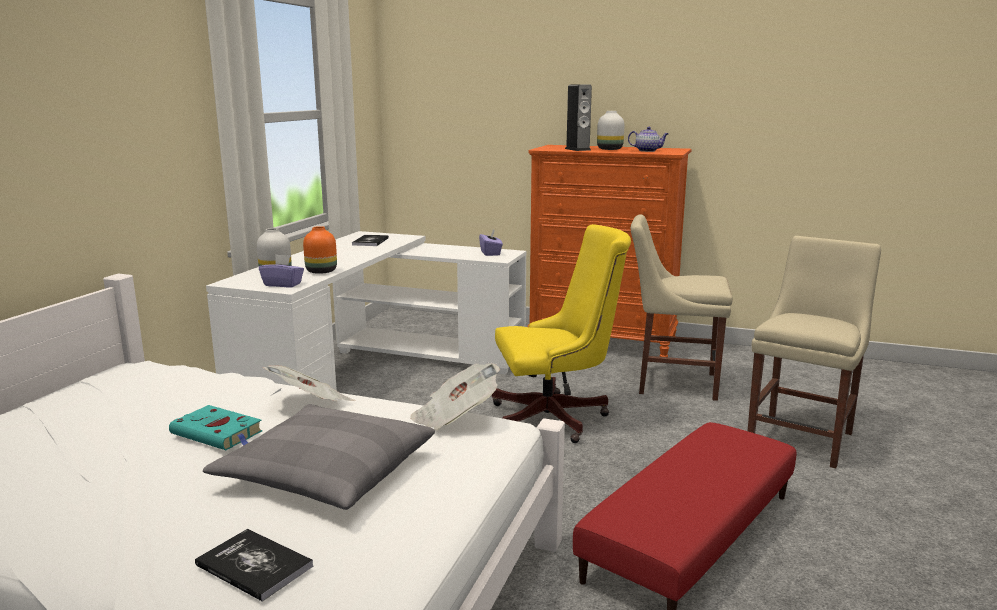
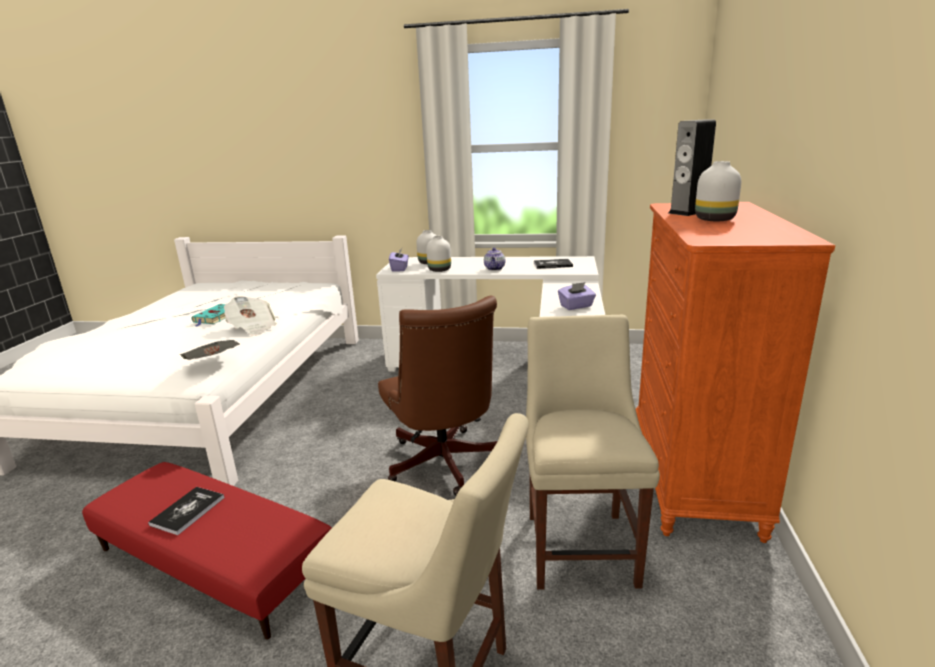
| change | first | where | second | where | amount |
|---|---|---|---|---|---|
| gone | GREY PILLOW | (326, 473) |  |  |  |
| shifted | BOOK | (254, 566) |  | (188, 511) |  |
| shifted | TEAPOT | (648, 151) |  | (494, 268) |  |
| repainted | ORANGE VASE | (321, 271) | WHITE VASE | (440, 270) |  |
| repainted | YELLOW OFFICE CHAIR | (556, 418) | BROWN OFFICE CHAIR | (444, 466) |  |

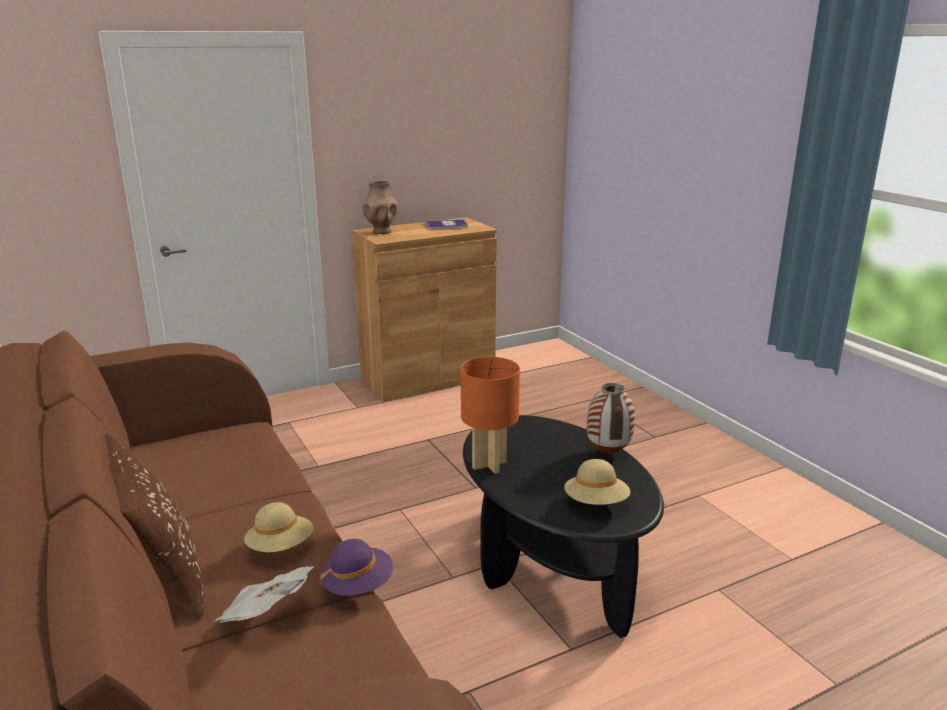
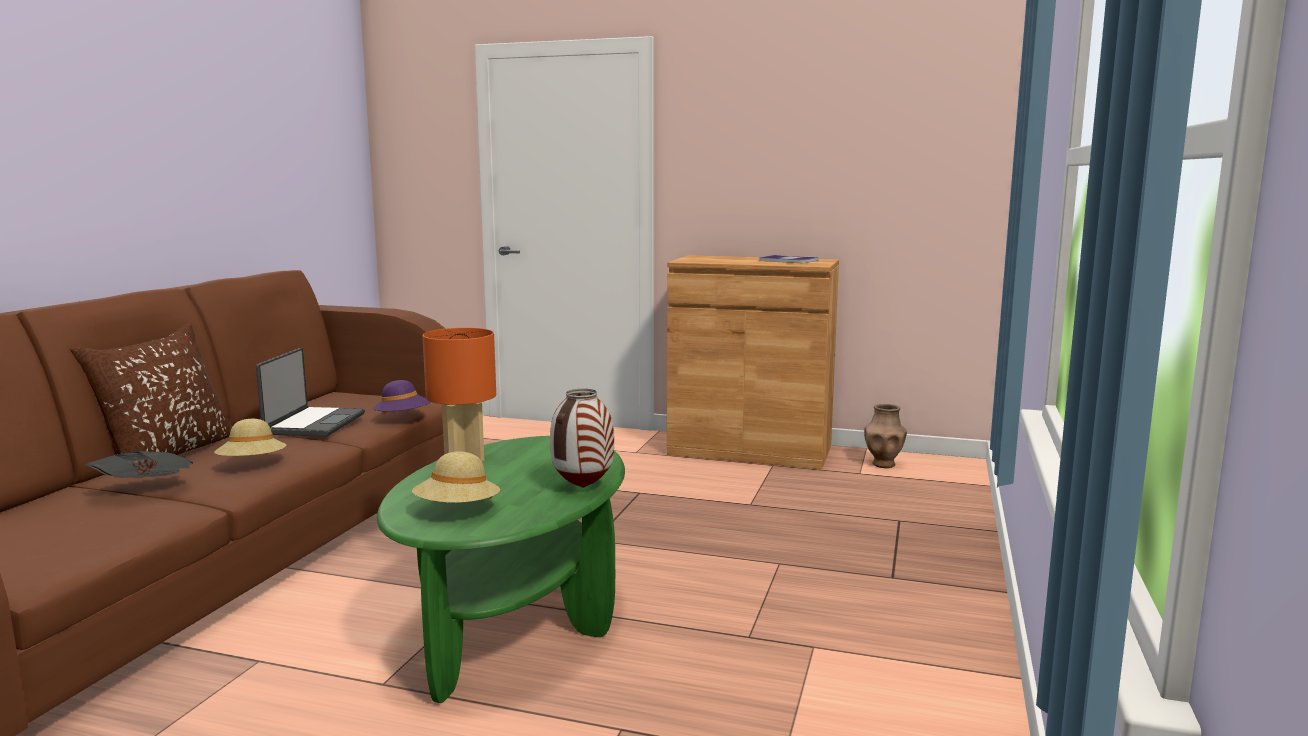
| change | first | where | second | where | amount |
|---|---|---|---|---|---|
| new |  |  | LAPTOP | (314, 423) |  |
| shifted | PURPLE HAT | (358, 585) |  | (403, 418) |  |
| shifted | BROWN VASE | (381, 232) |  | (883, 464) |  |
| repainted | BLACK COFFEE TABLE | (552, 566) | GREEN COFFEE TABLE | (515, 622) |  |

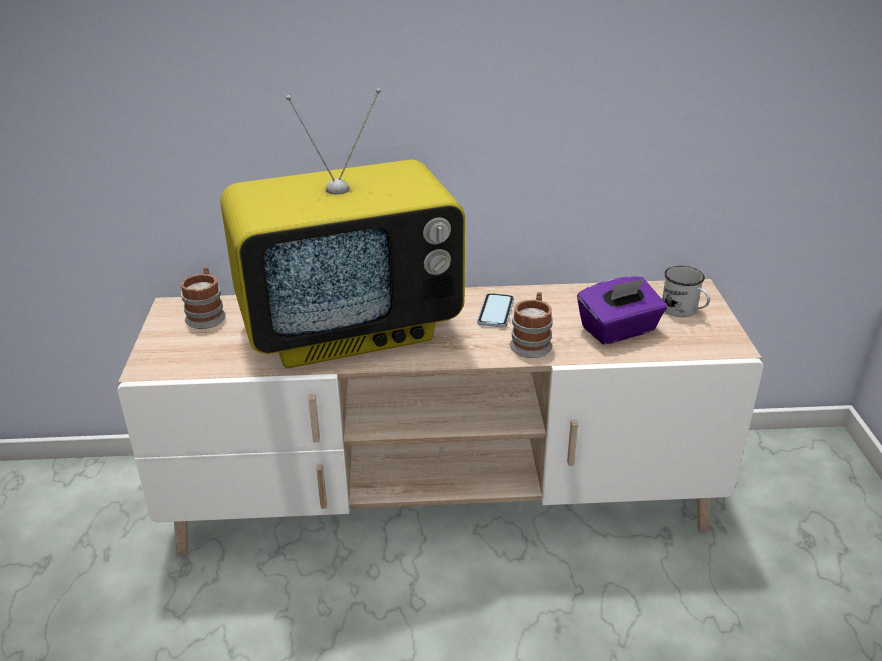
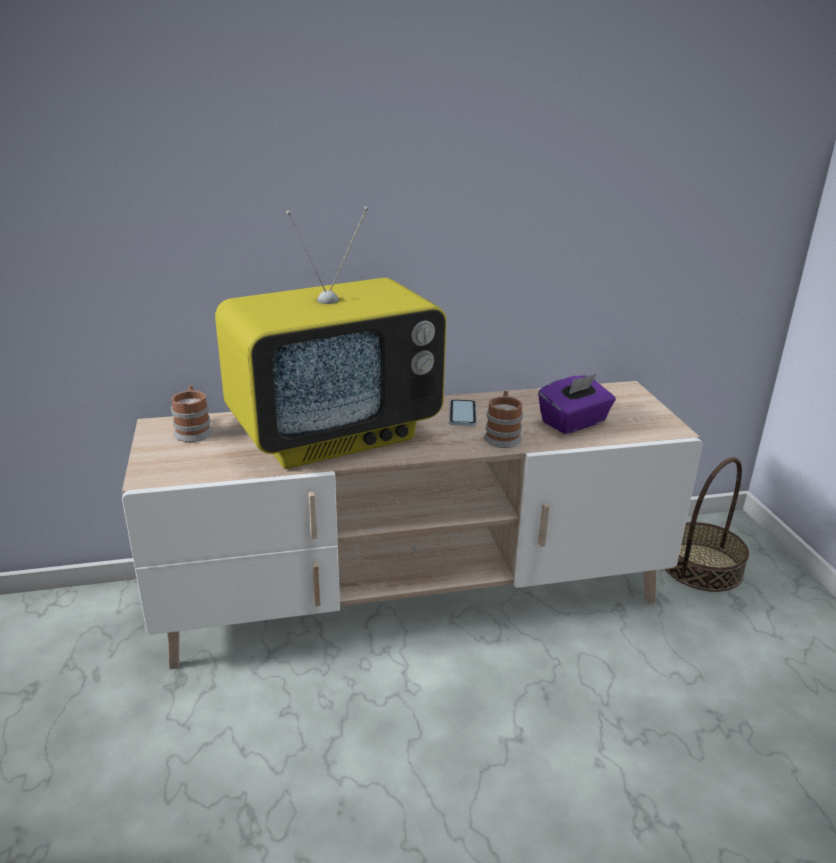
| change | first | where | second | where | amount |
|---|---|---|---|---|---|
| gone | WHITE MUG | (684, 311) |  |  |  |
| new |  |  | BASKET | (702, 567) |  |

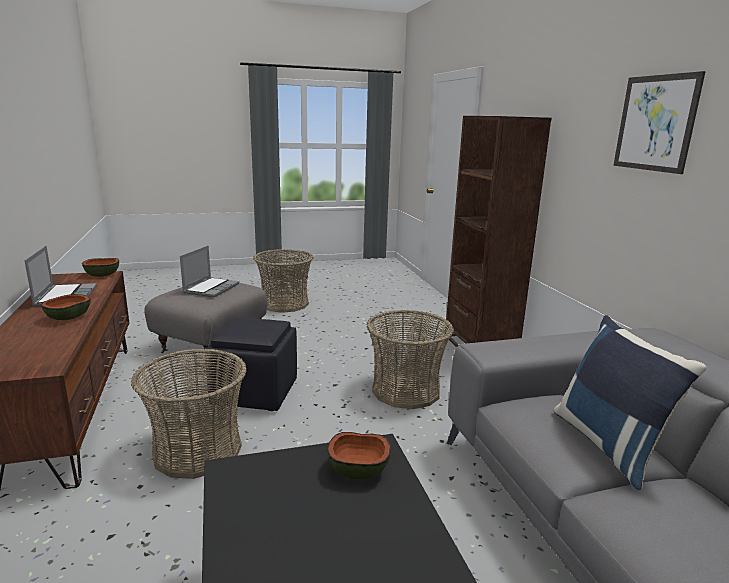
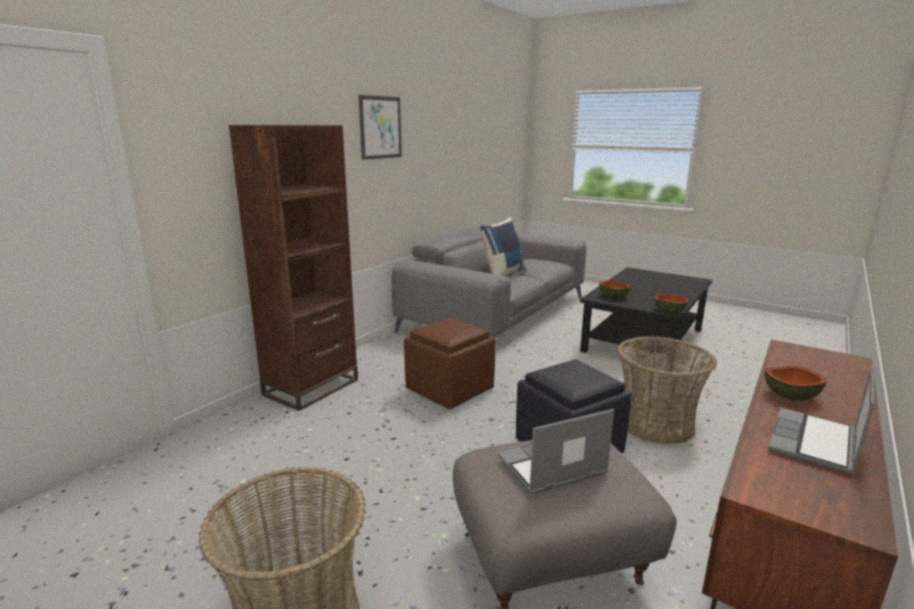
| change | first | where | second | where | amount |
|---|---|---|---|---|---|
| shifted | BOWL | (103, 275) |  | (669, 311) |  |
| swapped | BASKET | (406, 390) | BROWN OTTOMAN | (449, 389) |  |

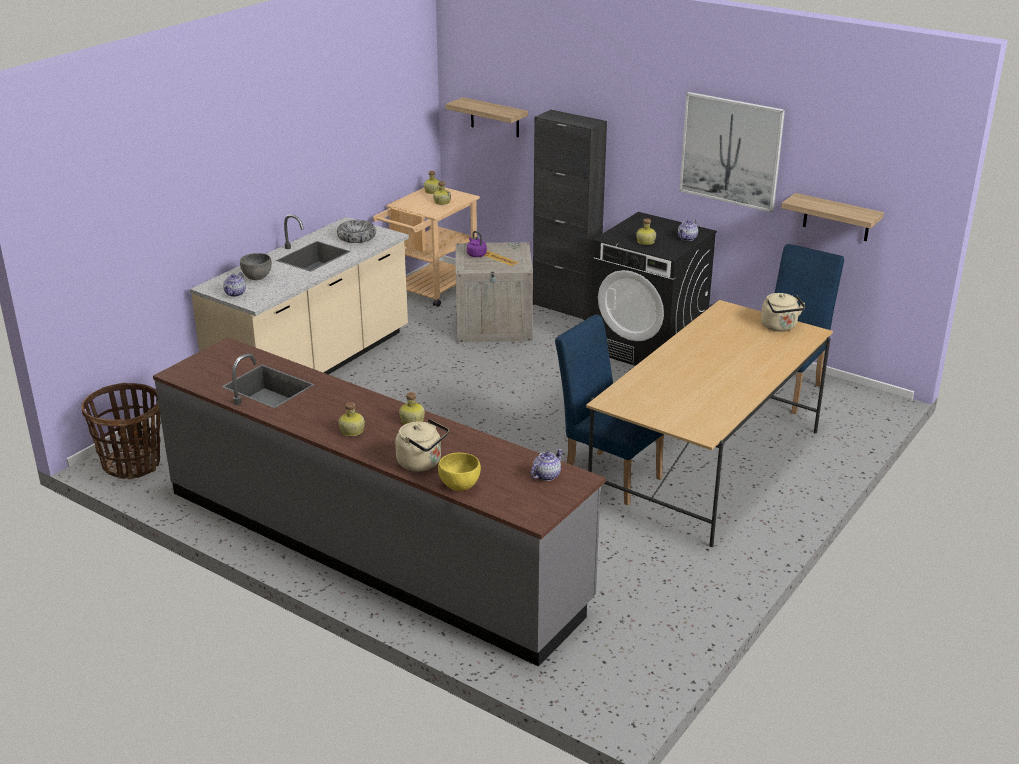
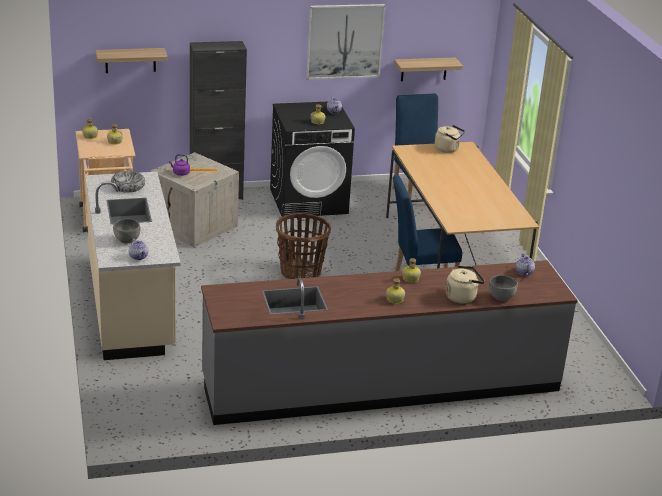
| change | first | where | second | where | amount |
|---|---|---|---|---|---|
| shifted | BASKET | (132, 464) |  | (300, 272) |  |
| repainted | YELLOW BOWL | (460, 486) | GREY BOWL | (501, 298) |  |

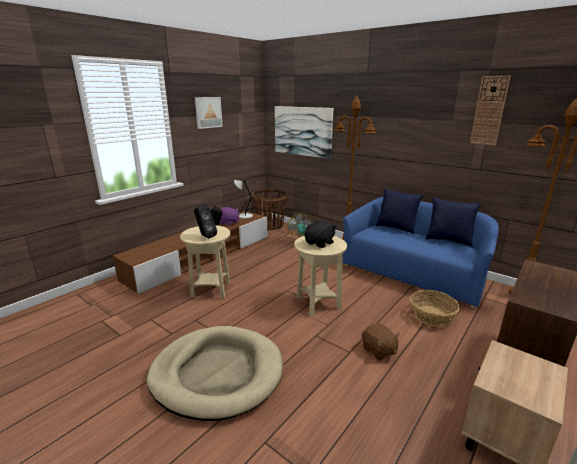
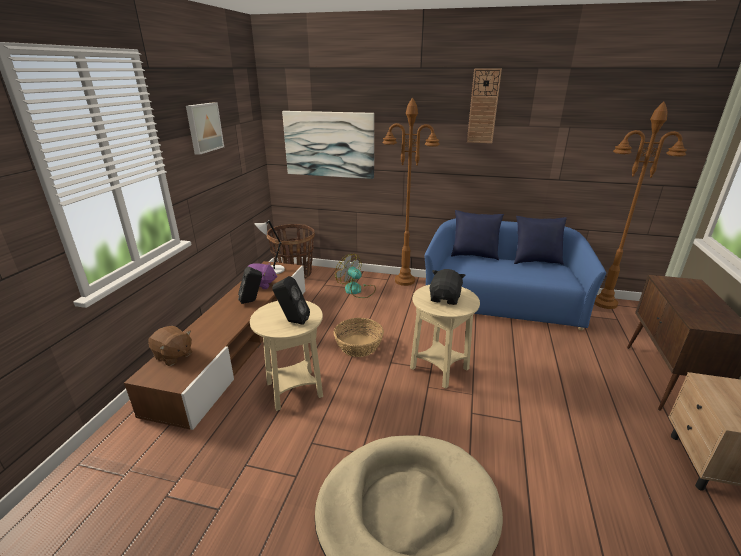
| change | first | where | second | where | amount |
|---|---|---|---|---|---|
| shifted | BROWN PLUSH TOY | (378, 350) |  | (173, 356) |  |
| shifted | BASKET | (432, 315) |  | (359, 345) |  |
| shifted | WALL CLOCK | (489, 111) |  | (483, 106) |  |

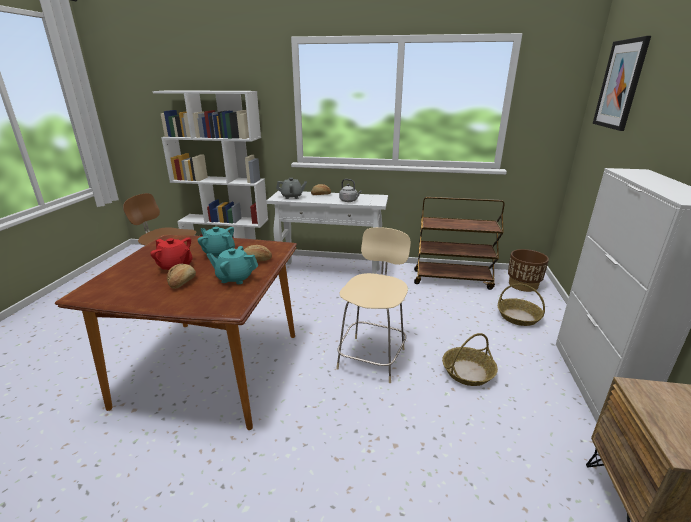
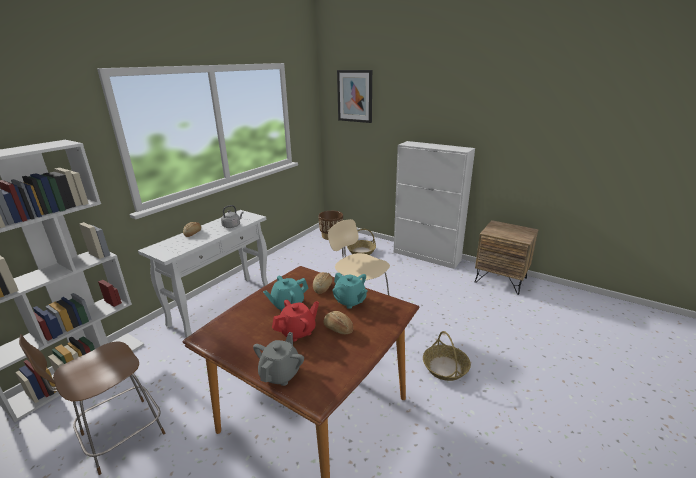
| change | first | where | second | where | amount |
|---|---|---|---|---|---|
| gone | BROWN CART | (452, 279) |  |  |  |
| shifted | GREY TEAPOT | (292, 197) |  | (280, 373) |  |
| shifted | BASKET | (467, 372) |  | (445, 368) |  |
| rotated | TURQUOISE TEAPOT | (235, 278) |  | (350, 301) | 75 degrees counterclockwise |

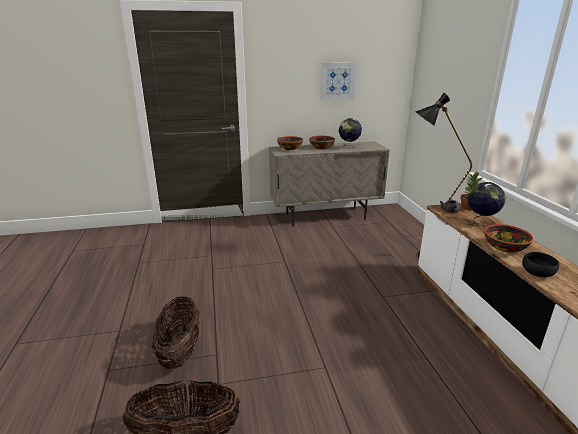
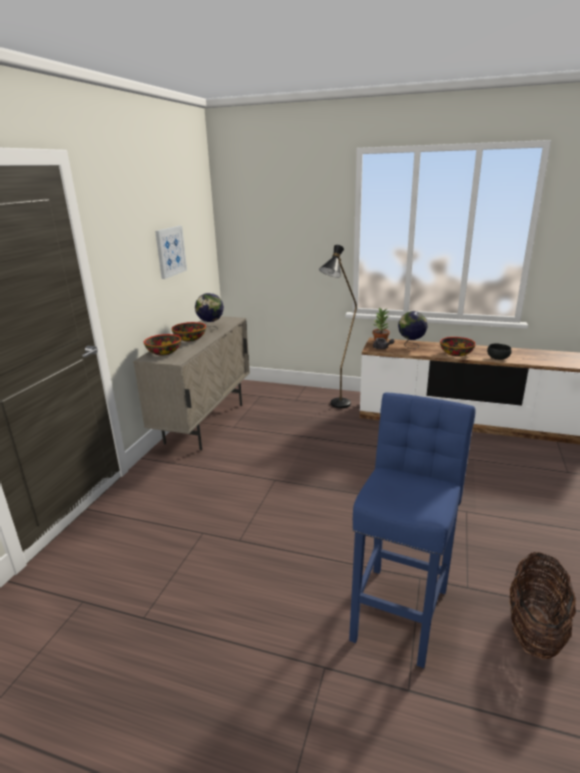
| change | first | where | second | where | amount |
|---|---|---|---|---|---|
| swapped | BASKET | (180, 351) | BLUE STOOL | (400, 608) |  |

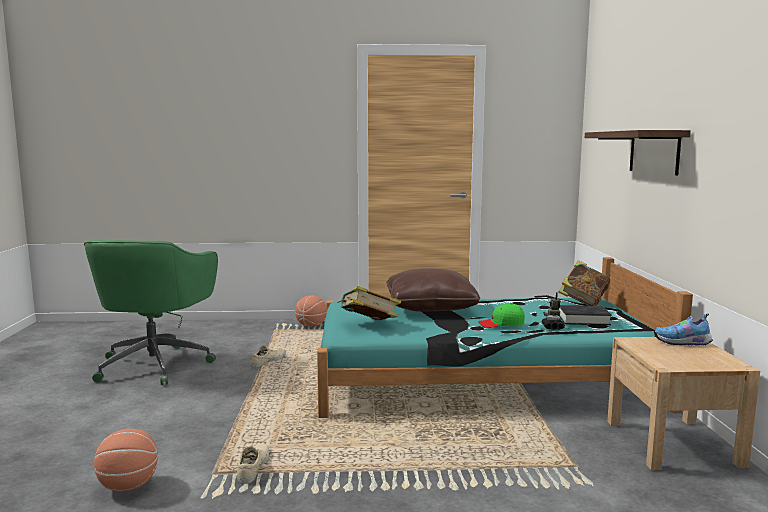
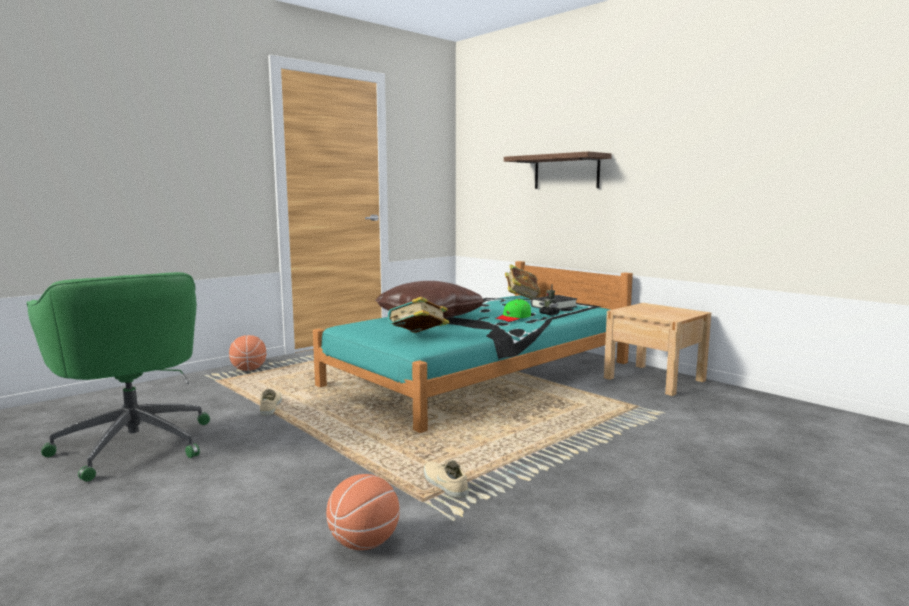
| change | first | where | second | where | amount |
|---|---|---|---|---|---|
| gone | SHOE | (683, 343) |  |  |  |

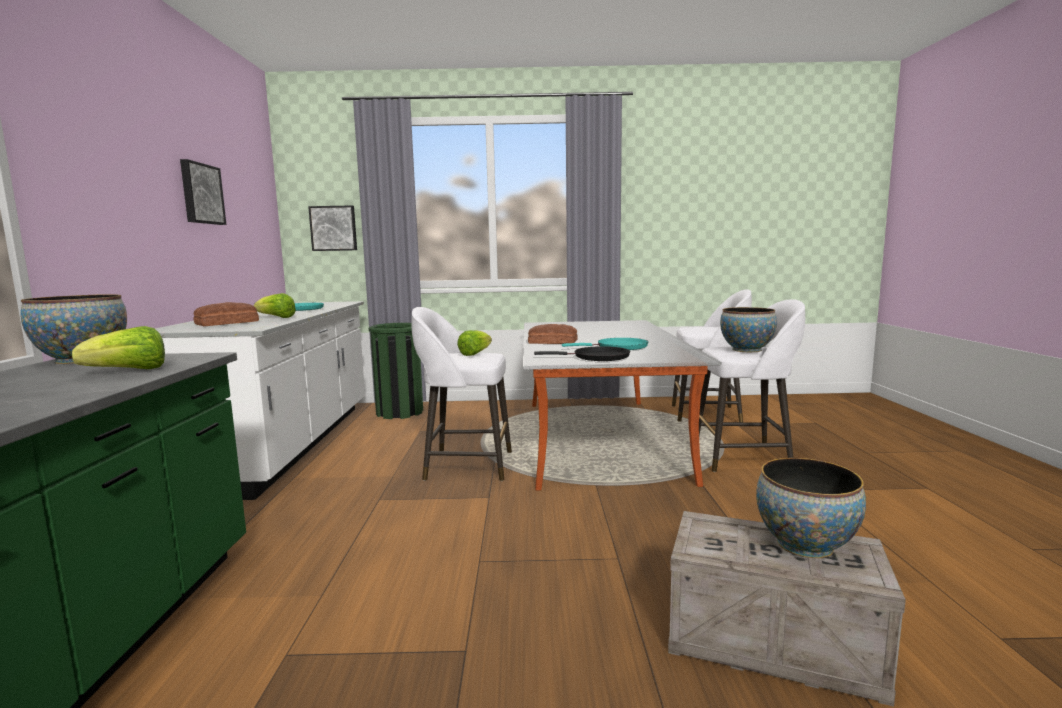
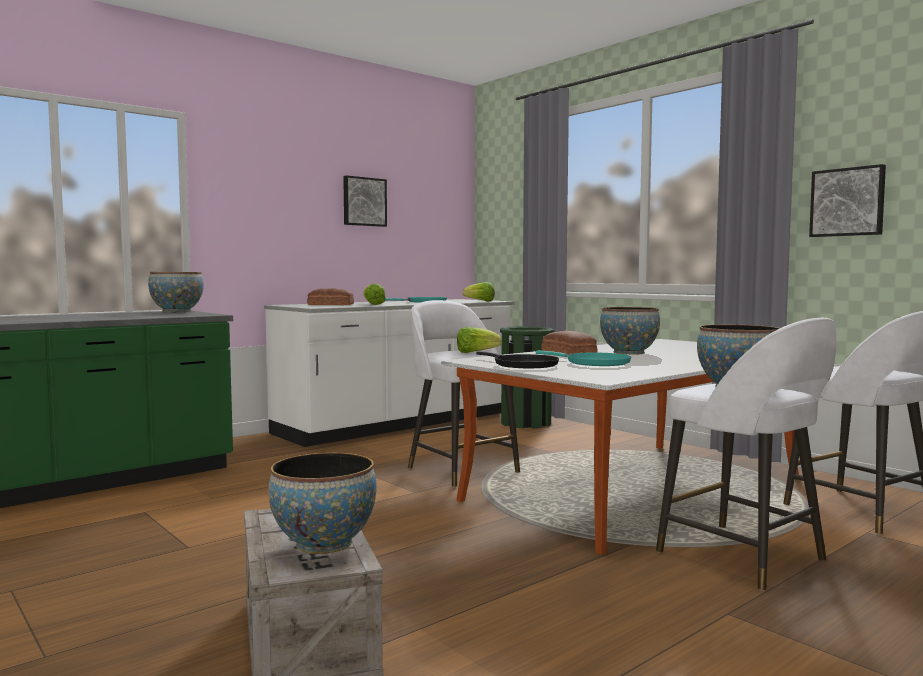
| change | first | where | second | where | amount |
|---|---|---|---|---|---|
| new |  |  | BOWL | (629, 353) |  |
| shifted | LETTUCE | (129, 371) |  | (480, 301) |  |
| shifted | PICTURE | (333, 228) |  | (847, 202) |  |

